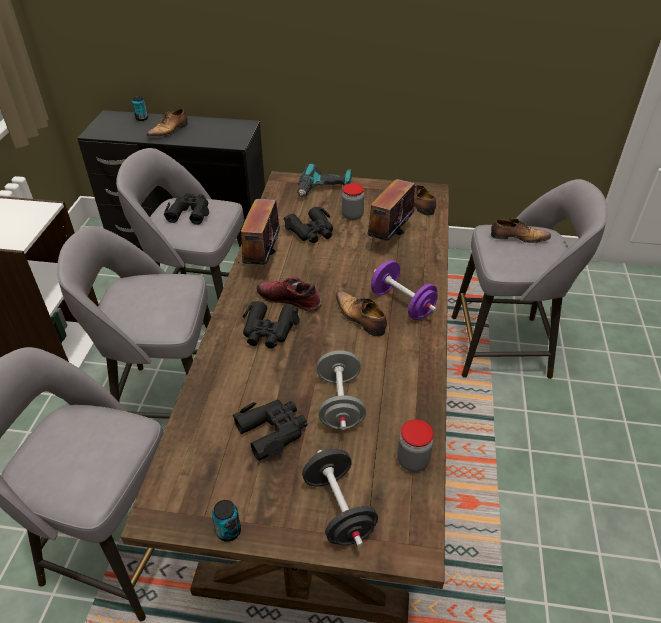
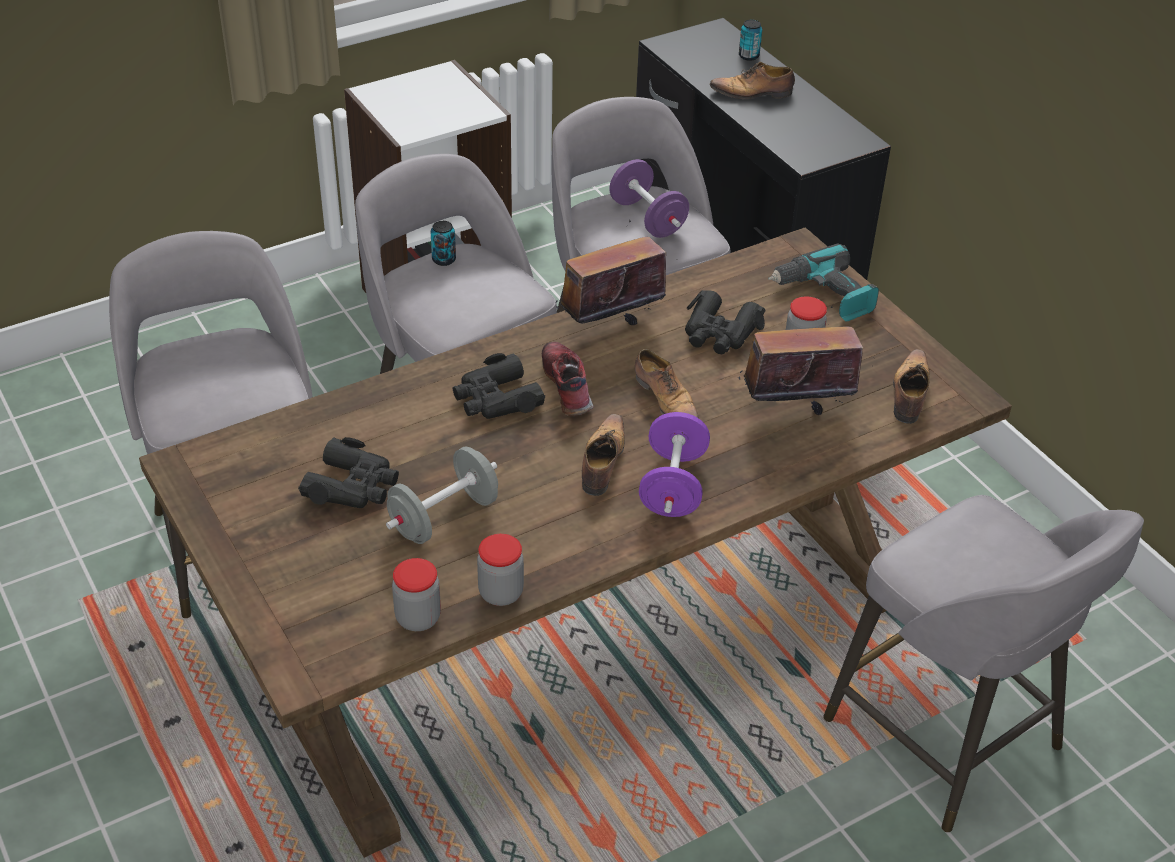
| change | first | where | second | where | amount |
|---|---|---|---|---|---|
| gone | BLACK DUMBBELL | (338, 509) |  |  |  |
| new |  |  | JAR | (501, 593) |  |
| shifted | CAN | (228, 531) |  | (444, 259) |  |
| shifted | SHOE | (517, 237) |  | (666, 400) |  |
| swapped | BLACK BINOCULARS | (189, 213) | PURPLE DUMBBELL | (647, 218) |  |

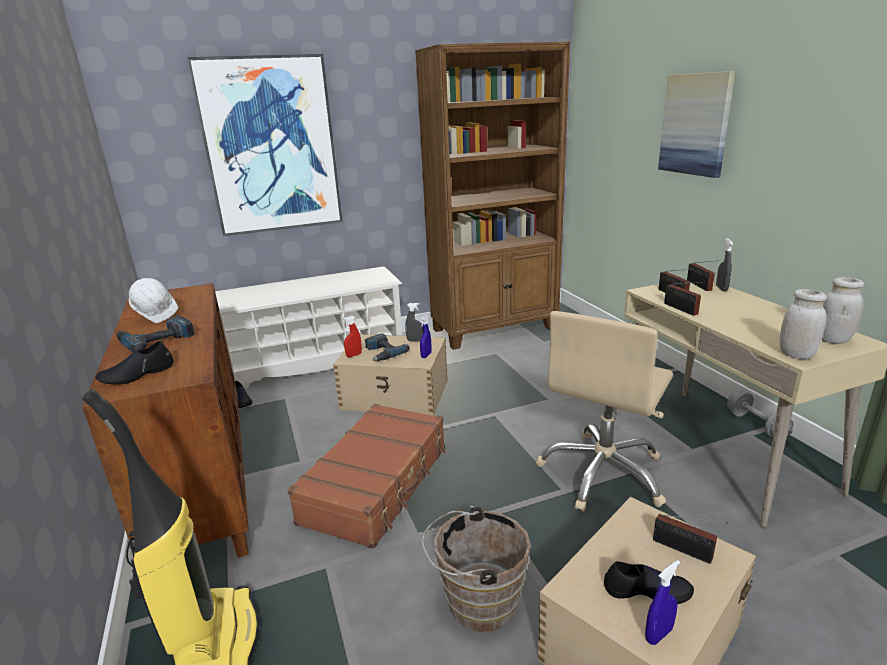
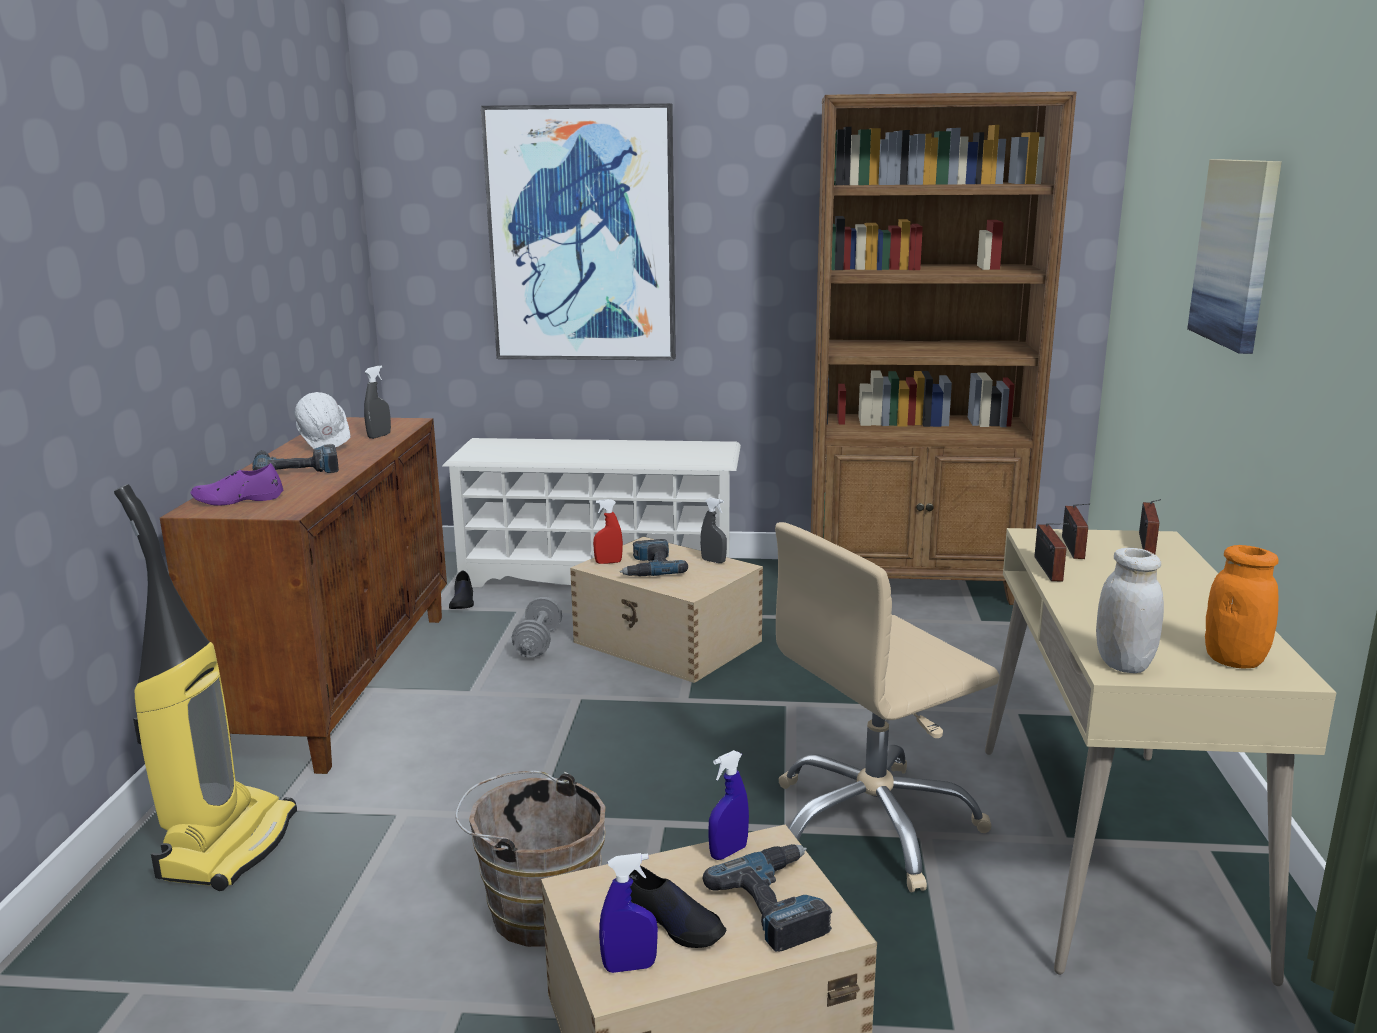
| change | first | where | second | where | amount |
|---|---|---|---|---|---|
| gone | BROWN SUITCASE | (377, 484) |  |  |  |
| shifted | BLUE SPRAY BOTTLE | (426, 355) |  | (728, 852) |  |
| shifted | GREY SPRAY BOTTLE | (721, 288) |  | (379, 436) |  |
| shifted | GREY DUMBBELL | (756, 425) |  | (538, 643) |  |
| swapped | RADIO | (685, 551) | POWER DRILL | (780, 903) |  |
| repainted | BLACK SHOE | (137, 374) | PURPLE SHOE | (238, 499) |  |
| repainted | WHITE JAR | (832, 339) | ORANGE JAR | (1234, 660) |  |

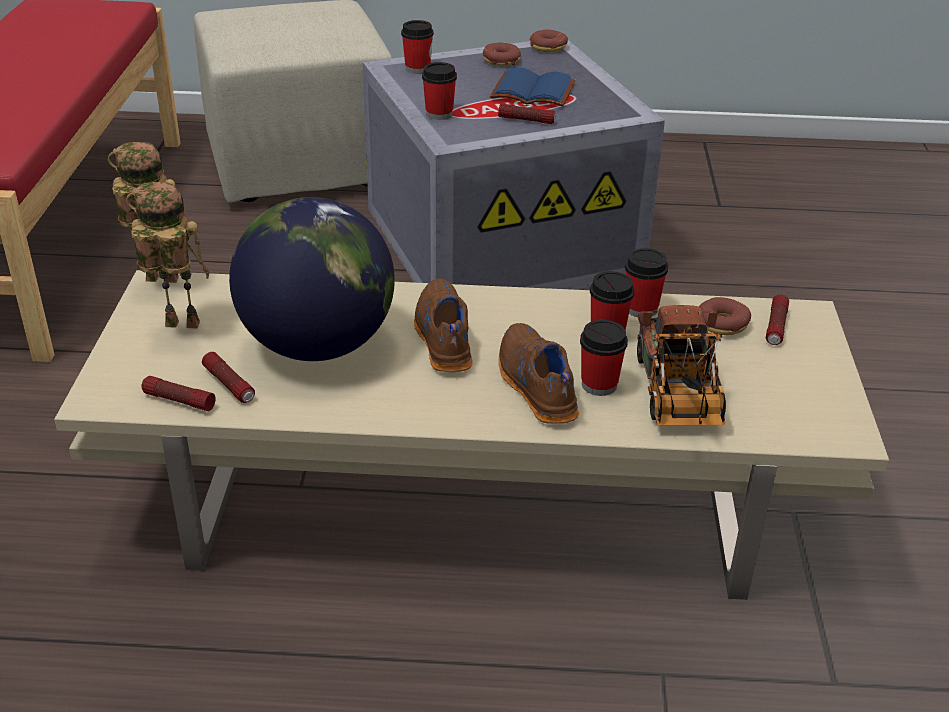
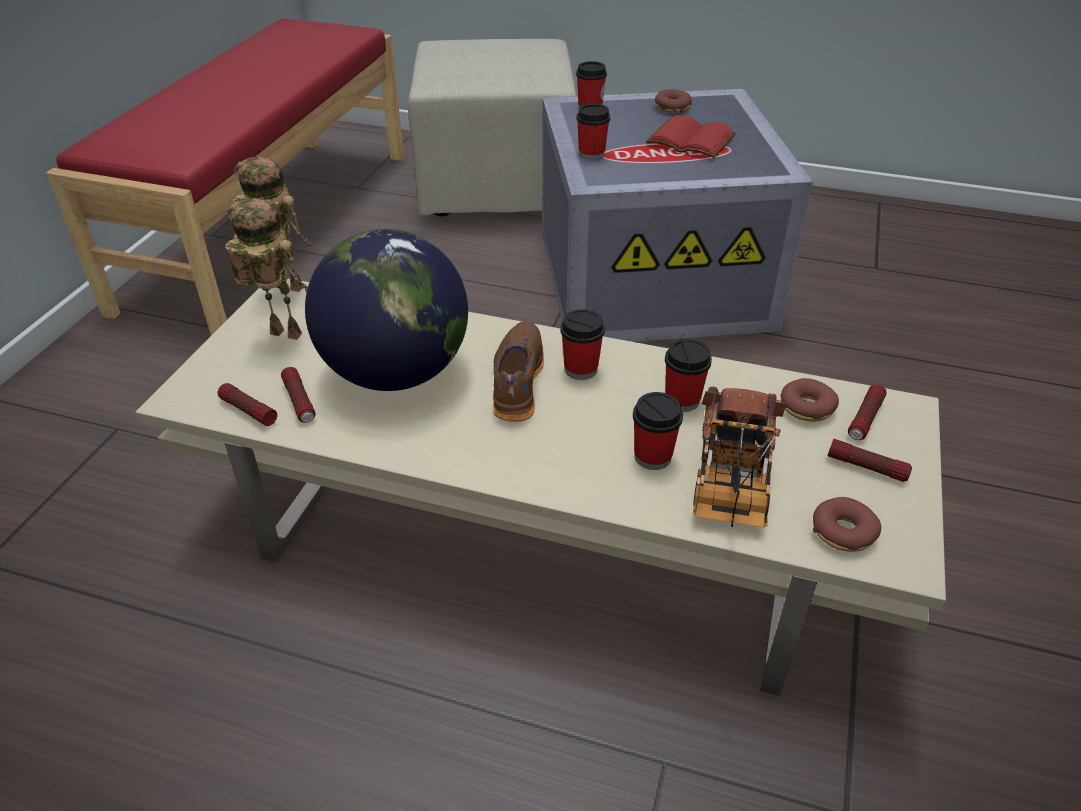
| change | first | where | second | where | amount |
|---|---|---|---|---|---|
| gone | BROWN SHOE | (534, 386) |  |  |  |
| shifted | FLASHLIGHT | (526, 120) |  | (866, 467) |  |
| shifted | DONUT | (548, 47) |  | (843, 532) |  |
| shifted | CUP | (641, 308) |  | (581, 369) |  |
| repainted | BLUE BOOK | (531, 92) | RED BOOK | (688, 141) |  |

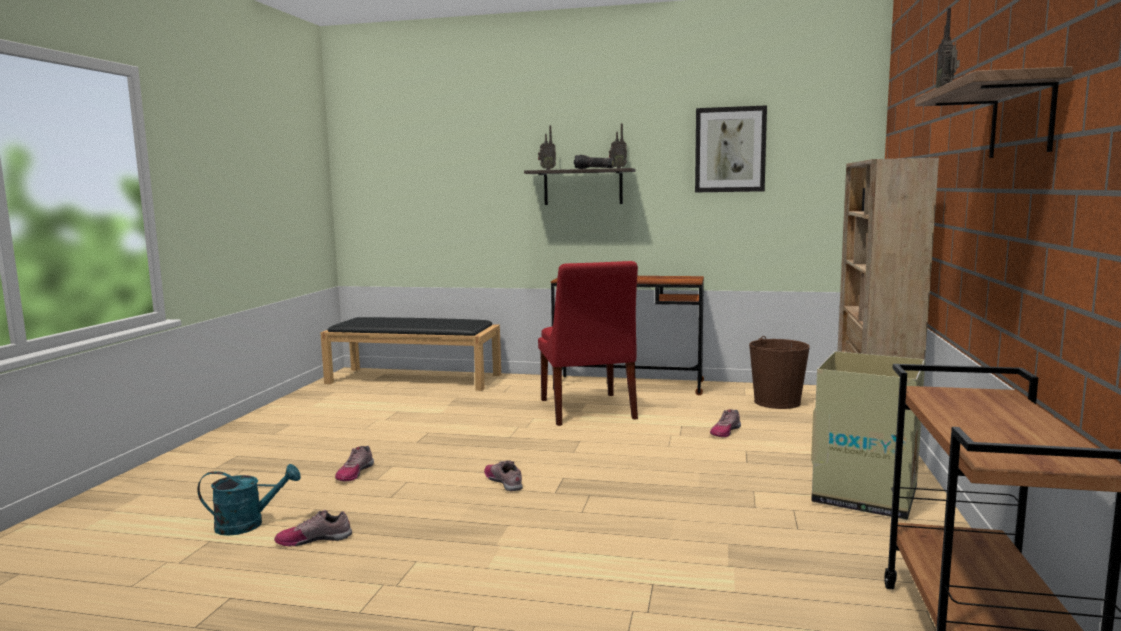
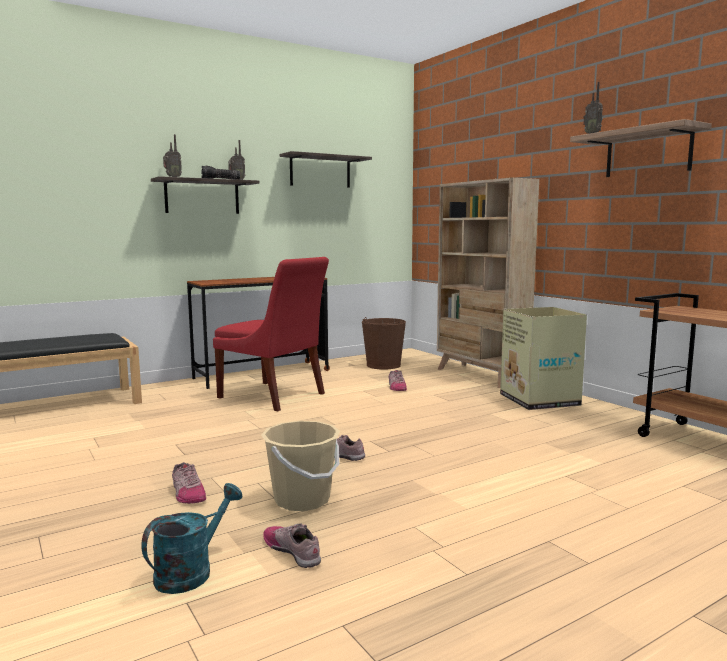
| change | first | where | second | where | amount |
|---|---|---|---|---|---|
| new |  |  | BEIGE BUCKET | (302, 500) |  |
| swapped | PICTURE | (730, 150) | SHELF | (320, 171) |  |
| rotated | SHOE | (314, 539) |  | (293, 551) | 105 degrees clockwise |

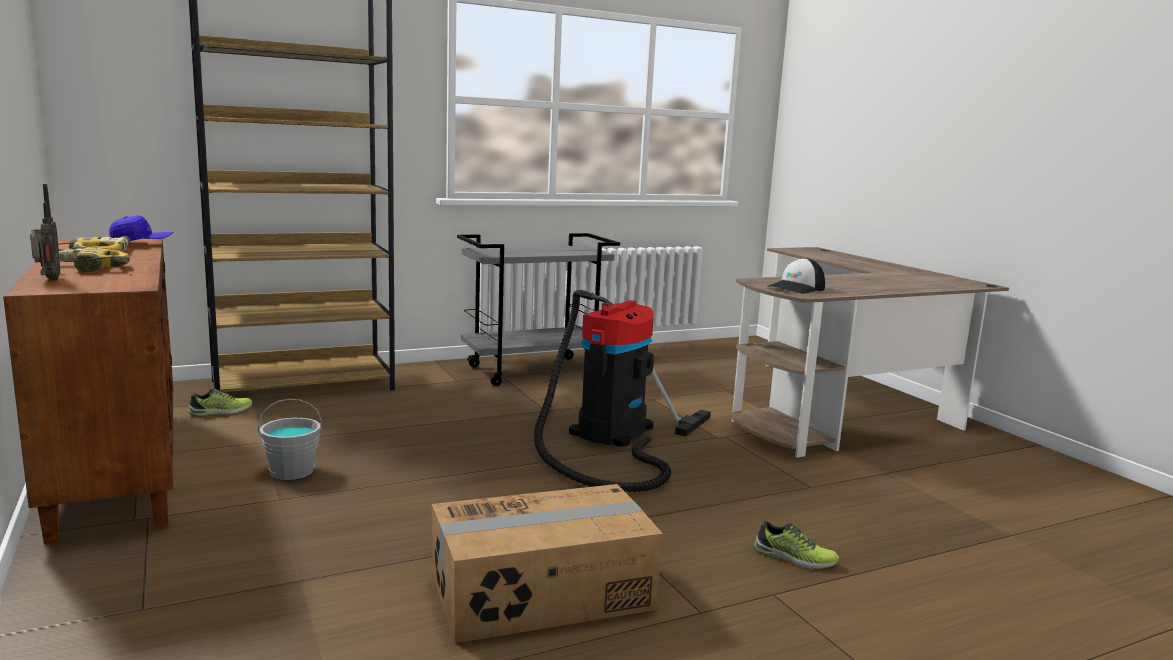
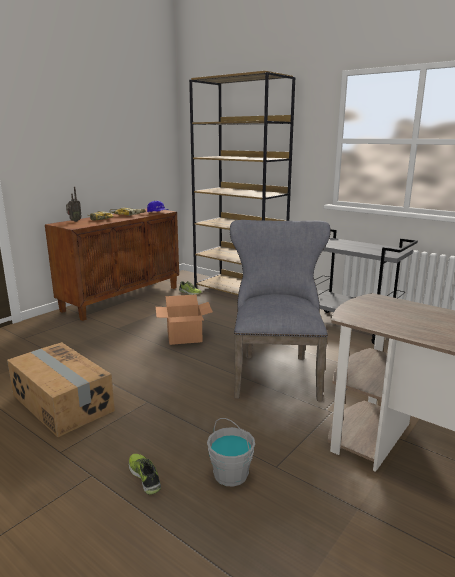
| change | first | where | second | where | amount |
|---|---|---|---|---|---|
| gone | CAP | (796, 288) |  |  |  |
| new |  |  | CARDBOARD BOX | (185, 336) |  |
| shifted | GREY BUCKET | (291, 471) |  | (230, 474) |  |
| swapped | VACUUM CLEANER | (609, 435) | GREY CHAIR | (275, 372) |  |
| rotated | SHOE | (794, 558) |  | (145, 476) | 150 degrees clockwise |

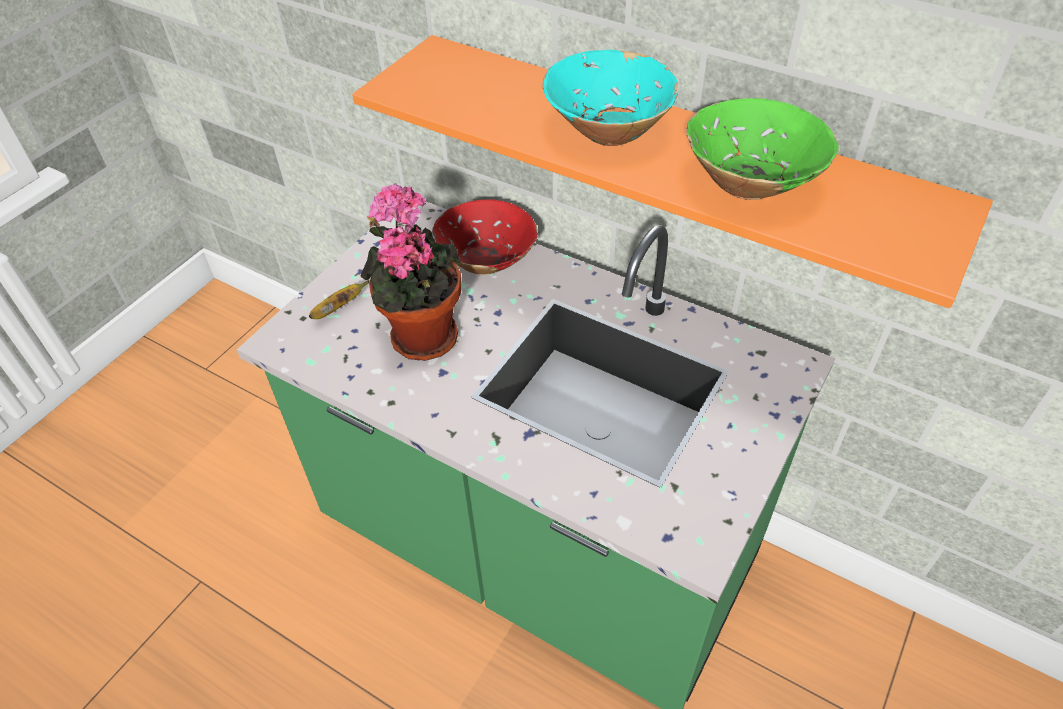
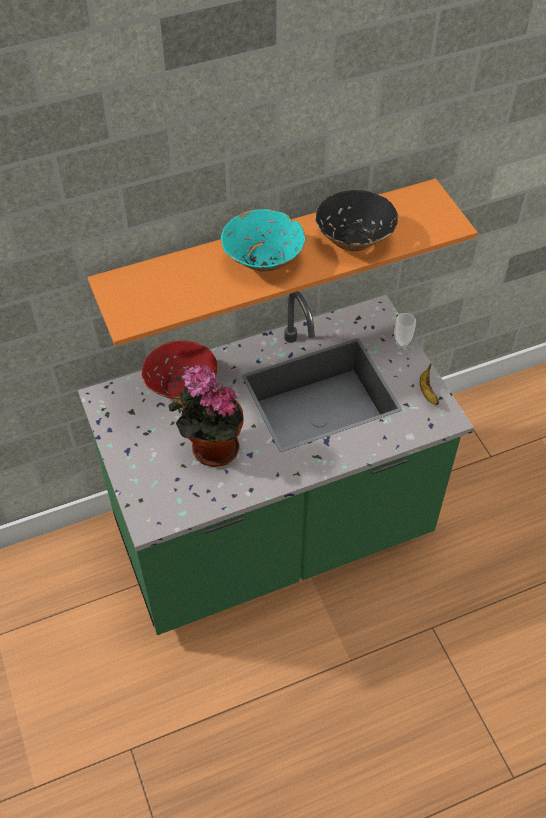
| change | first | where | second | where | amount |
|---|---|---|---|---|---|
| new |  |  | CUP | (401, 348) |  |
| shifted | BANANA | (338, 308) |  | (427, 392) |  |
| repainted | GREEN BOWL | (750, 183) | BLACK BOWL | (354, 240) |  |

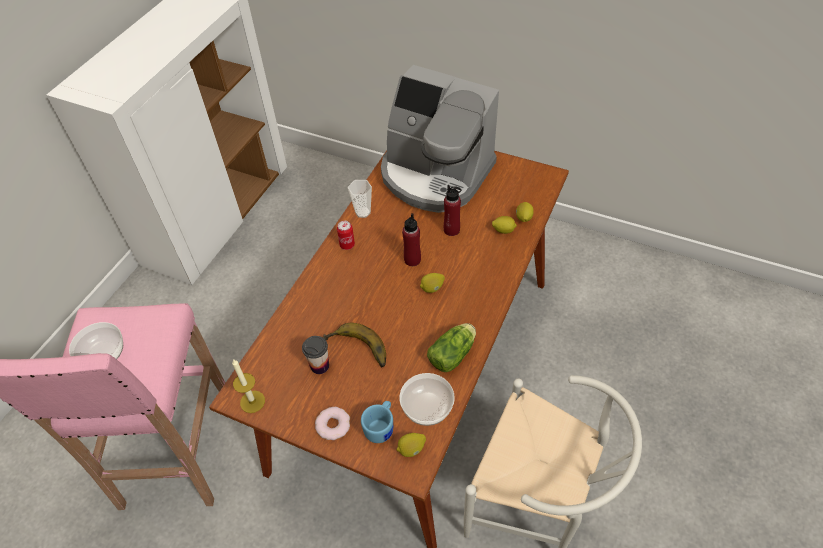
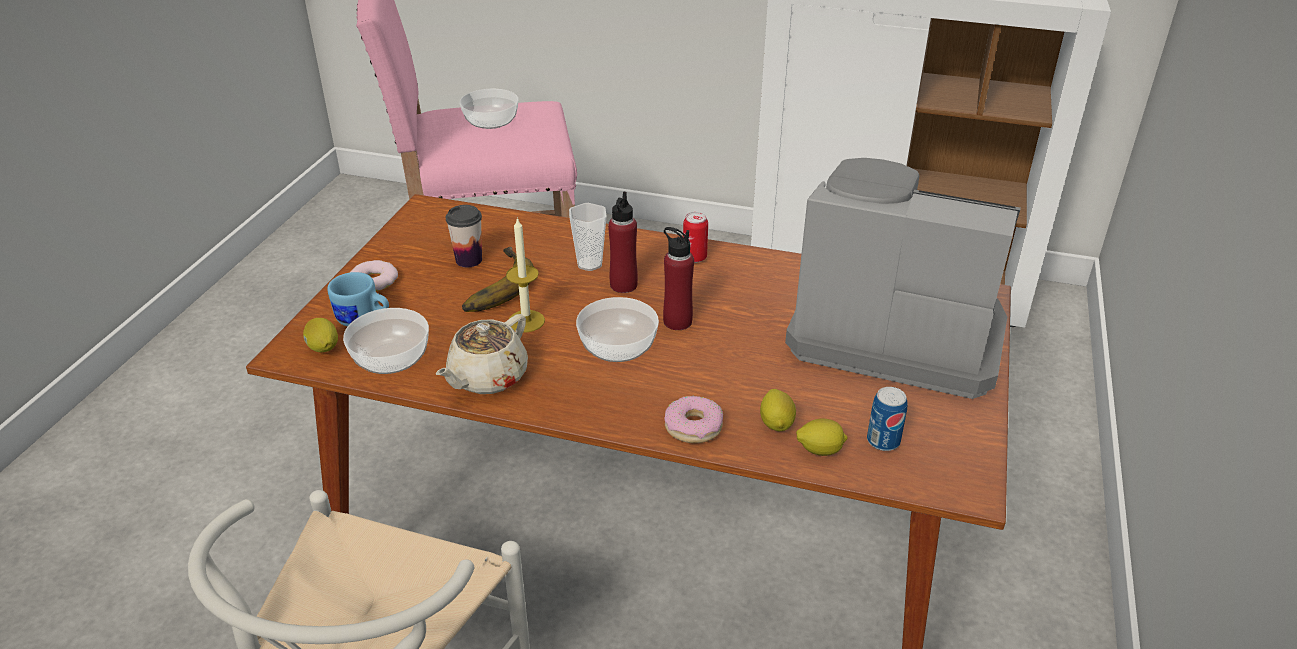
| change | first | where | second | where | amount |
|---|---|---|---|---|---|
| new |  |  | DONUT | (693, 427) |  |
| new |  |  | CAN | (883, 441) |  |
| shifted | CANDLE | (252, 401) |  | (526, 321) |  |
| shifted | CUP | (363, 212) |  | (589, 264) |  |
| shifted | RED BOTTLE | (451, 230) |  | (623, 285) |  |
| swapped | LEMON | (432, 288) | BOWL | (619, 346) |  |
| swapped | LETTUCE | (454, 353) | BEIGE TEAPOT | (487, 378) |  |
| rotated | COFFEE MACHINE | (435, 174) |  | (894, 331) | 90 degrees clockwise |

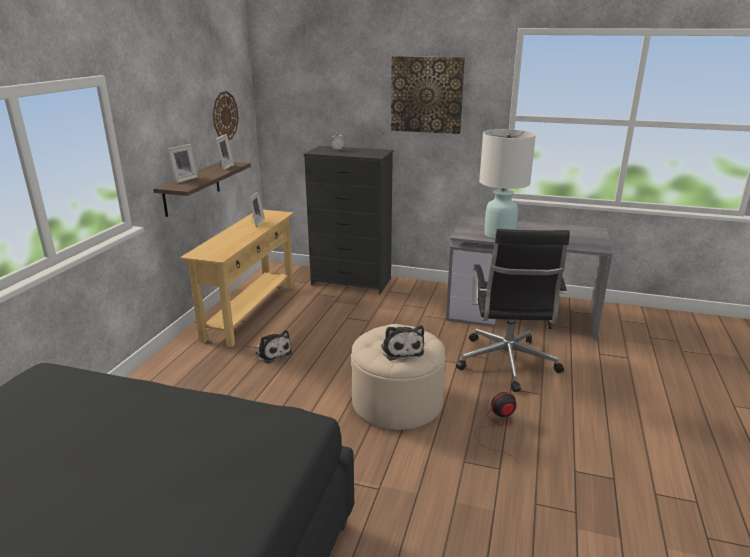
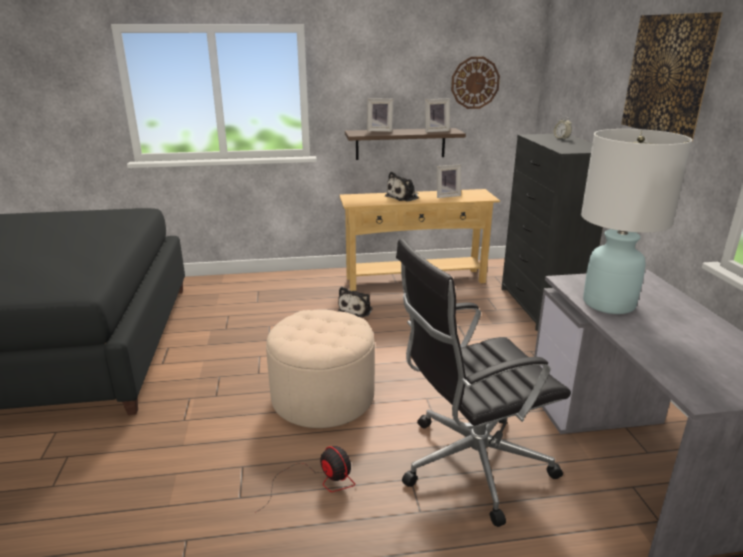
| change | first | where | second | where | amount |
|---|---|---|---|---|---|
| shifted | PLUSH TOY | (401, 349) |  | (403, 197) |  |

